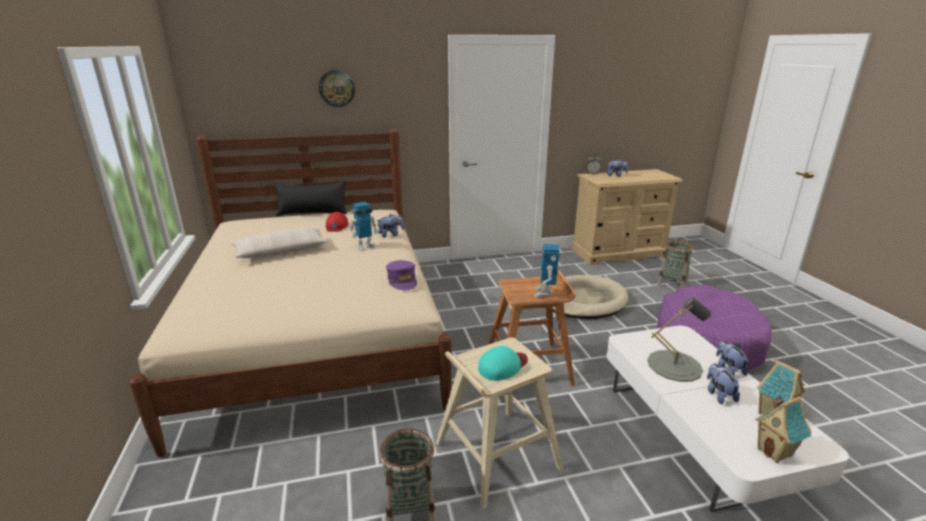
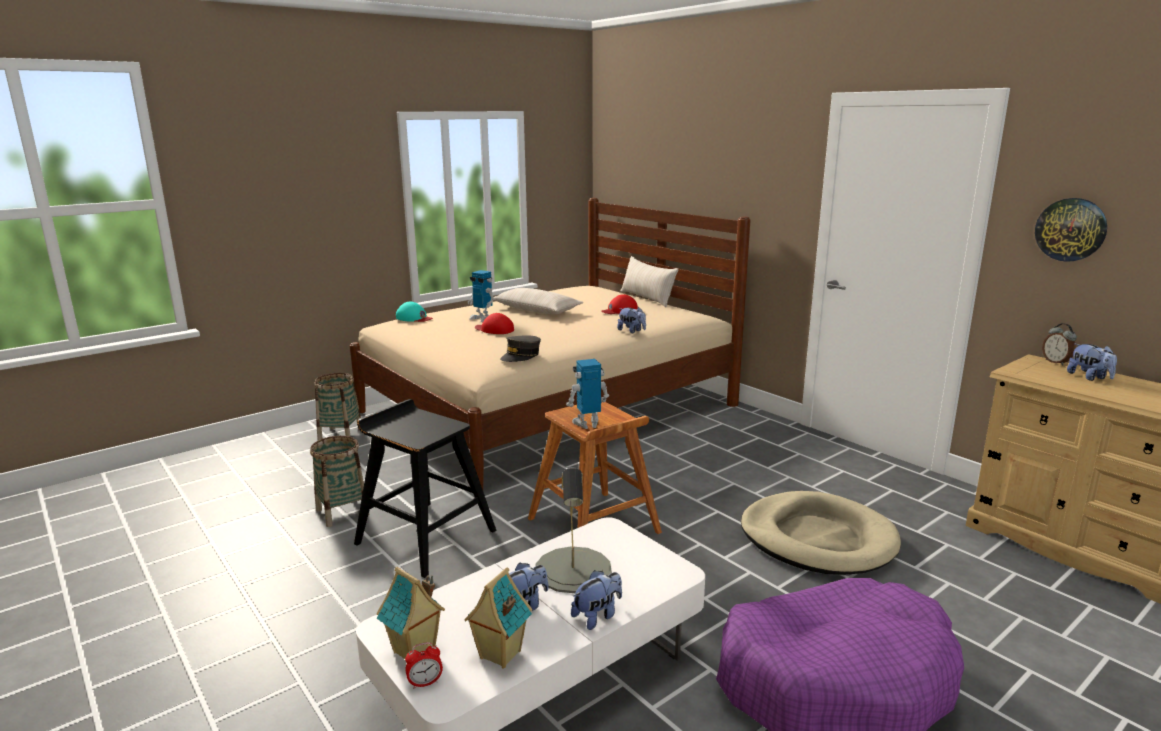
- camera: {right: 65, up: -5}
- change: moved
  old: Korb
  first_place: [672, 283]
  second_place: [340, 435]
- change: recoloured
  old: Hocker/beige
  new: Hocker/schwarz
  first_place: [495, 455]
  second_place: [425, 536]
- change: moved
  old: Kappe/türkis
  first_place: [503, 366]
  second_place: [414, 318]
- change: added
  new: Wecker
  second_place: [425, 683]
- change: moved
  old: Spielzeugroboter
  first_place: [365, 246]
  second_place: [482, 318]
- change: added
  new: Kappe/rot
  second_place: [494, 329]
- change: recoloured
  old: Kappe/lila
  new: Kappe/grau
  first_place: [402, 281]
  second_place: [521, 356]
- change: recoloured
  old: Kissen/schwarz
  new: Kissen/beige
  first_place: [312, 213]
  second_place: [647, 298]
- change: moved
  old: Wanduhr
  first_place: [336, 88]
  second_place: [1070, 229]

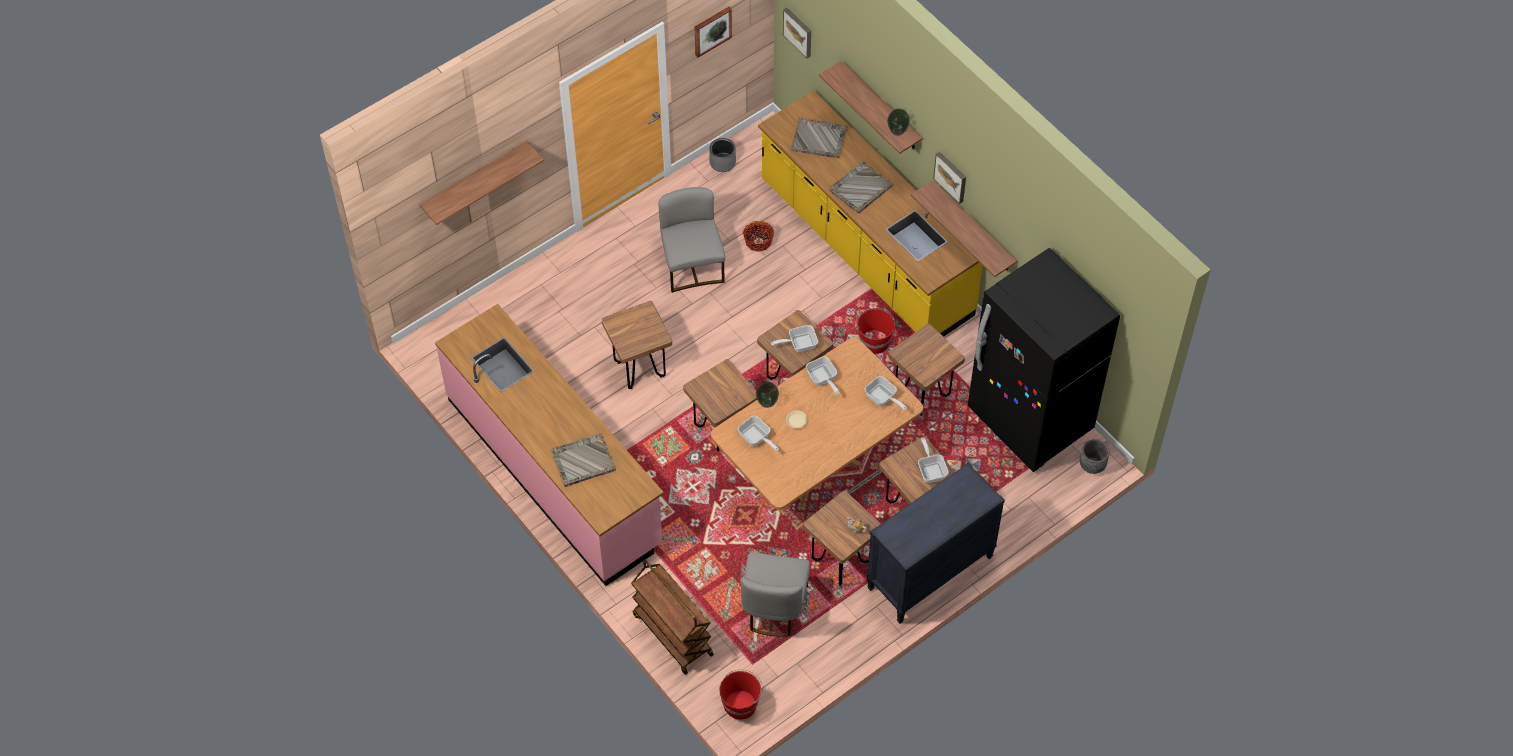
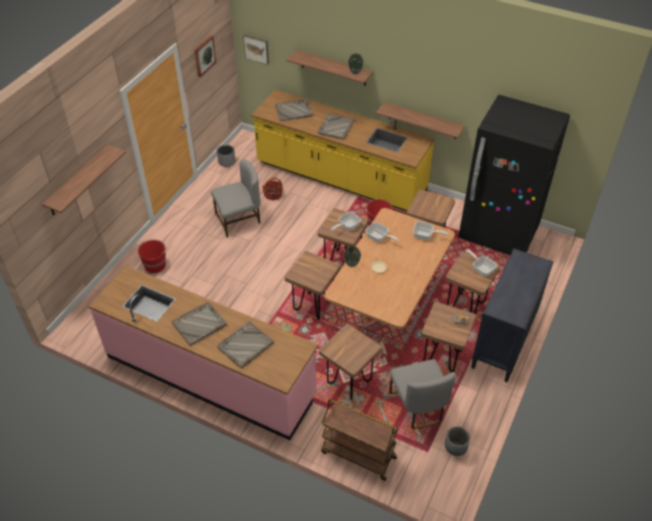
- camera: {right: -25, up: -10}
- change: moved
  old: Eimer/rot
  first_place: [740, 704]
  second_place: [155, 265]
- change: added
  new: Tablett/grau
  second_place: [199, 324]
- change: turned
  old: Stuhl/grau
  first_place: [692, 266]
  second_place: [238, 220]
  degrees: 105
- change: moved
  old: Hocker/braun
  first_place: [639, 369]
  second_place: [349, 382]
- change: moved
  old: Pflanzkübel/grau
  first_place: [1092, 465]
  second_place: [455, 448]
- change: removed
  old: Pfanne
  first_place: [756, 439]
- change: removed
  old: Bild
  first_place: [951, 176]

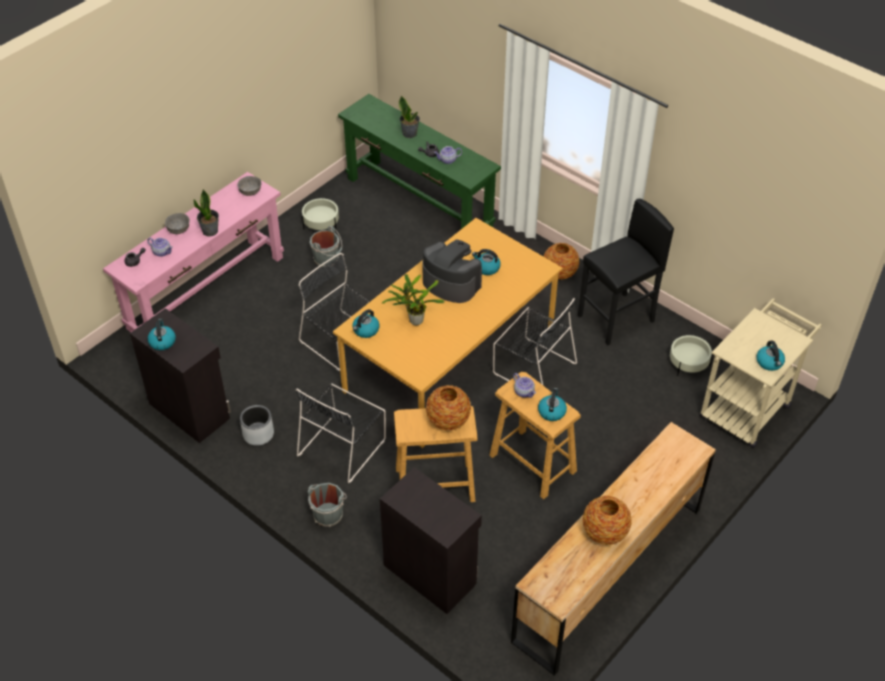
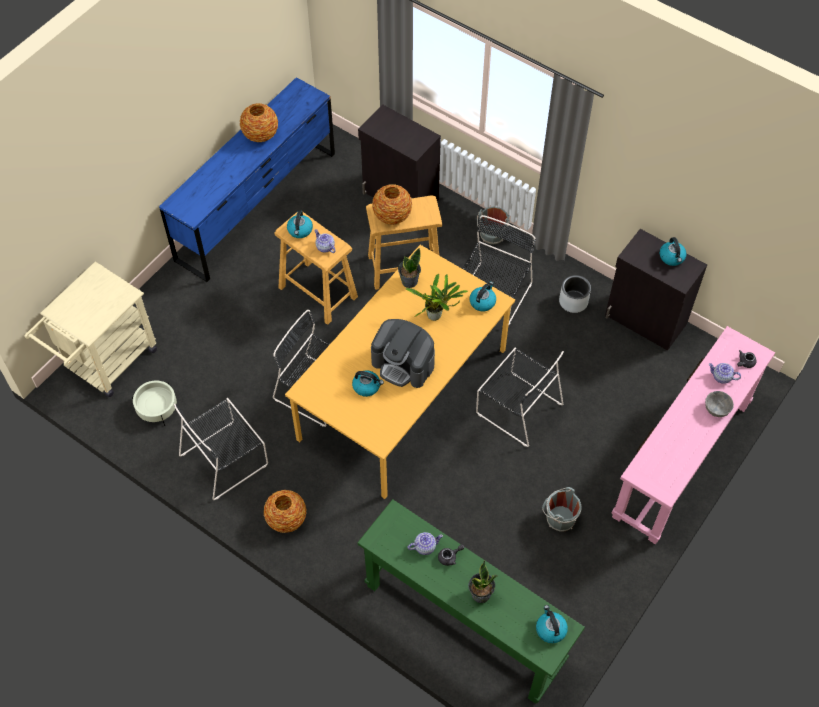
- camera: {right: 175, up: 10}
- change: recoloured
  old: Kommode/braun
  new: Kommode/blau
  first_place: [608, 573]
  second_place: [257, 206]
- change: replaced
  old: Hocker/schwarz
  new: Stuhl/schwarz
  first_place: [616, 319]
  second_place: [226, 458]
- change: moved
  old: Topfpflanze
  first_place: [210, 231]
  second_place: [409, 281]
- change: moved
  old: Wasserkessel
  first_place: [769, 362]
  second_place: [550, 629]
- change: removed
  old: Schüssel/grau
  first_place: [250, 192]
- change: removed
  old: Pflanzkübel/beige
  first_place: [321, 223]

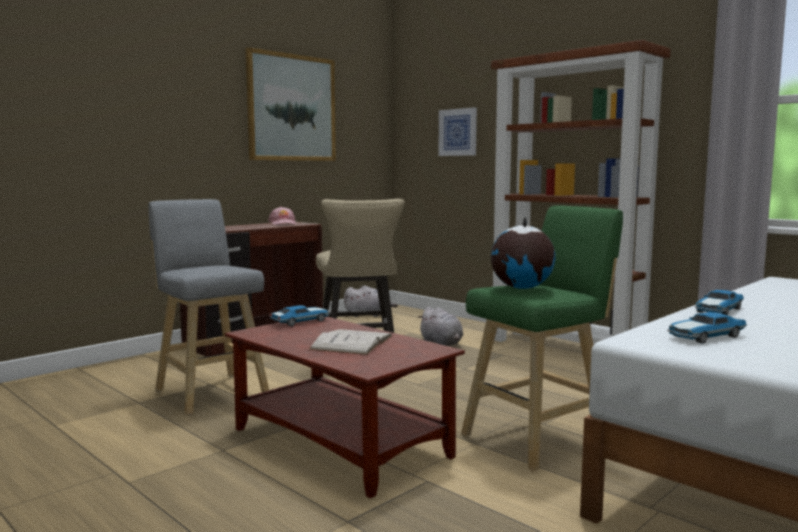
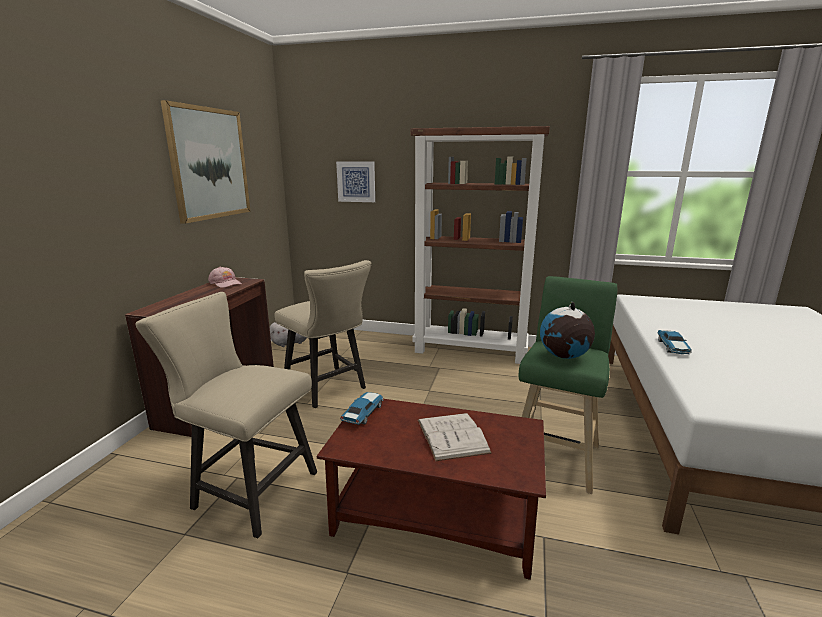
- camera: {right: -30, up: 10}
- change: replaced
  old: Hocker/grau
  new: Stuhl/beige
  first_place: [210, 392]
  second_place: [248, 489]
- change: removed
  old: Plüschtier/grau
  first_place: [442, 343]
- change: removed
  old: Spielzeugauto
  first_place: [705, 337]

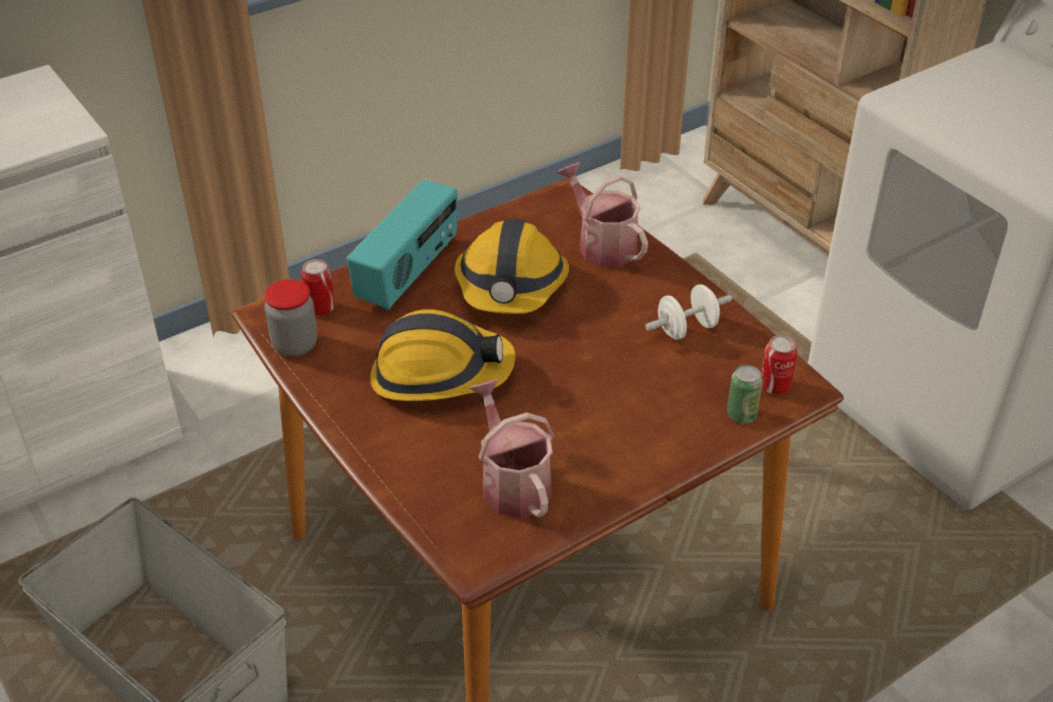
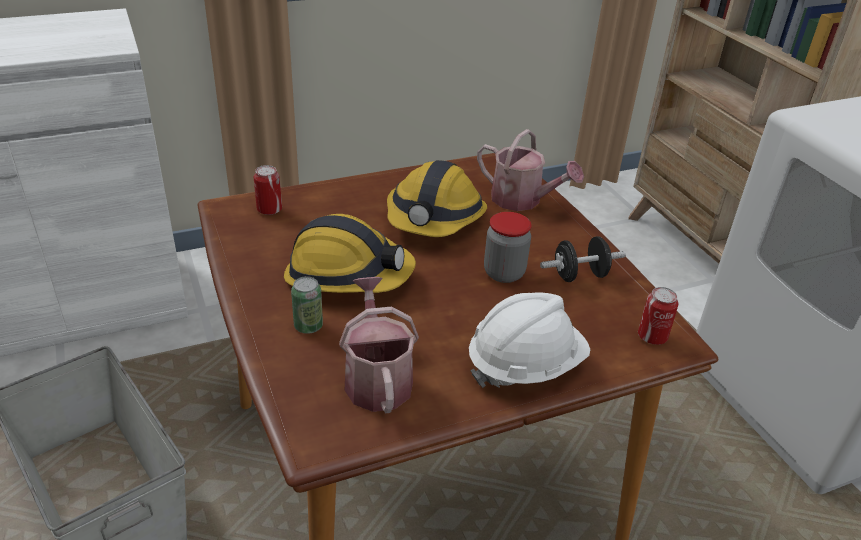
- camera: {right: 10, up: -5}
- change: moved
  old: Dose
  first_place: [741, 415]
  second_place: [308, 326]
- change: added
  new: Schutzhelm/weiß
  second_place: [525, 365]
- change: turned
  old: Gießkanne
  first_place: [602, 245]
  second_place: [522, 200]
  degrees: 150
- change: moved
  old: Vorratsglas
  first_place: [295, 345]
  second_place: [504, 273]
- change: recoloured
  old: Hantel/weiß
  new: Hantel/schwarz
  first_place: [686, 329]
  second_place: [579, 275]
- change: removed
  old: Radio
  first_place: [409, 274]

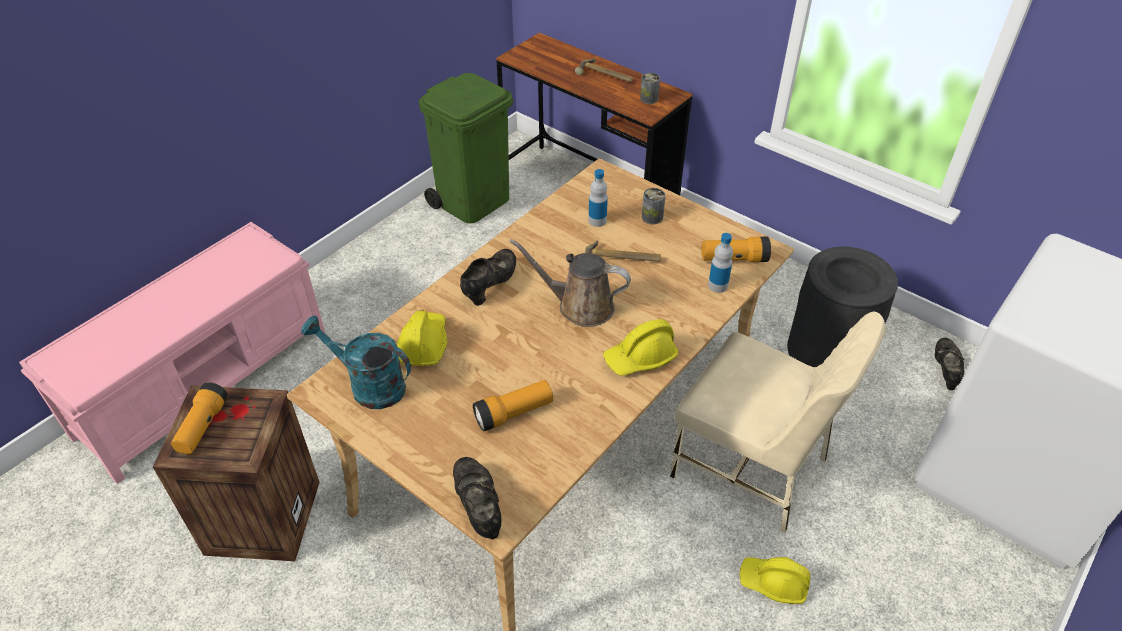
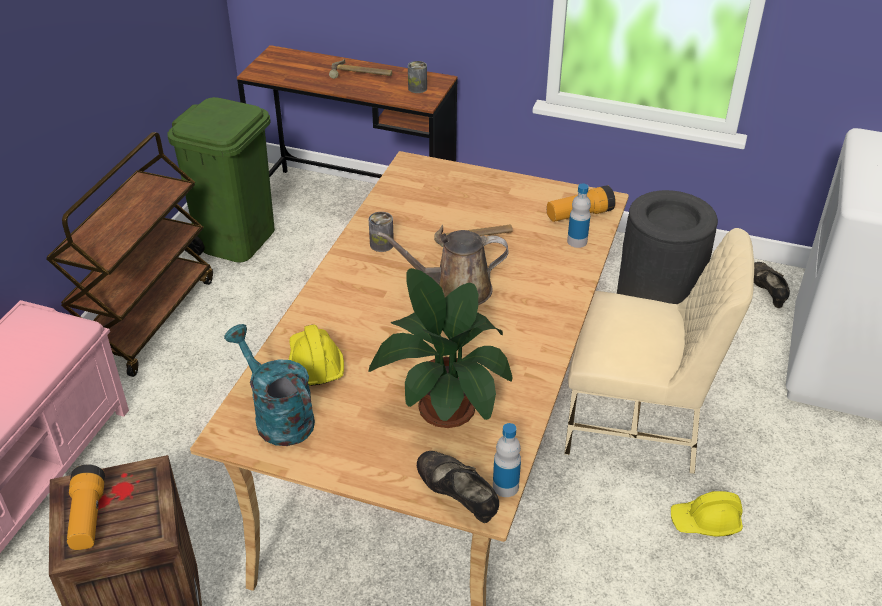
- camera: {right: -20, up: -5}
- change: added
  new: Rollwagen/braun
  second_place: [147, 318]
- change: turned
  old: Gießkanne/türkis
  first_place: [369, 385]
  second_place: [277, 416]
  degrees: 45
- change: replaced
  old: Taschenlampe
  new: Topfpflanze
  first_place: [514, 413]
  second_place: [444, 403]
- change: moved
  old: Dose
  first_place: [652, 217]
  second_place: [381, 244]
- change: moved
  old: Flasche
  first_place: [597, 221]
  second_place: [505, 486]
- change: removed
  old: Schuh/schwarz
  first_place: [490, 285]
- change: removed
  old: Schutzhelm/gelb
  first_place: [640, 358]

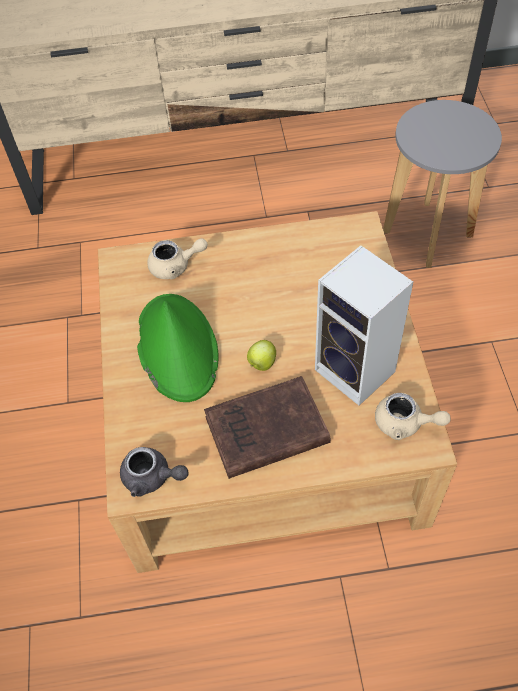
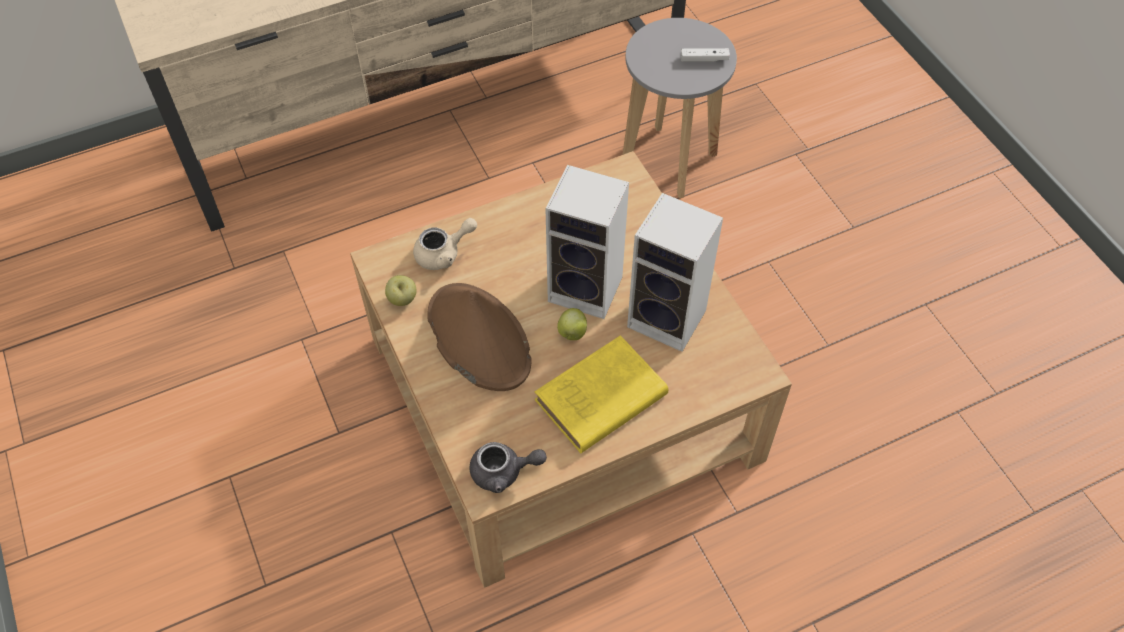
- camera: {right: -20, up: 0}
- change: added
  new: Apfel
  second_place: [402, 299]
- change: recoloured
  old: Hut/grün
  new: Hut/braun
  first_place: [176, 347]
  second_place: [478, 338]
- change: recoloured
  old: Buch/braun
  new: Buch/gelb
  first_place: [263, 432]
  second_place: [598, 400]
- change: added
  new: Lautsprecher
  second_place: [588, 289]
- change: added
  new: Gamepad/weiß
  second_place: [704, 59]
- change: removed
  old: Teekanne/beige
  first_place: [405, 424]

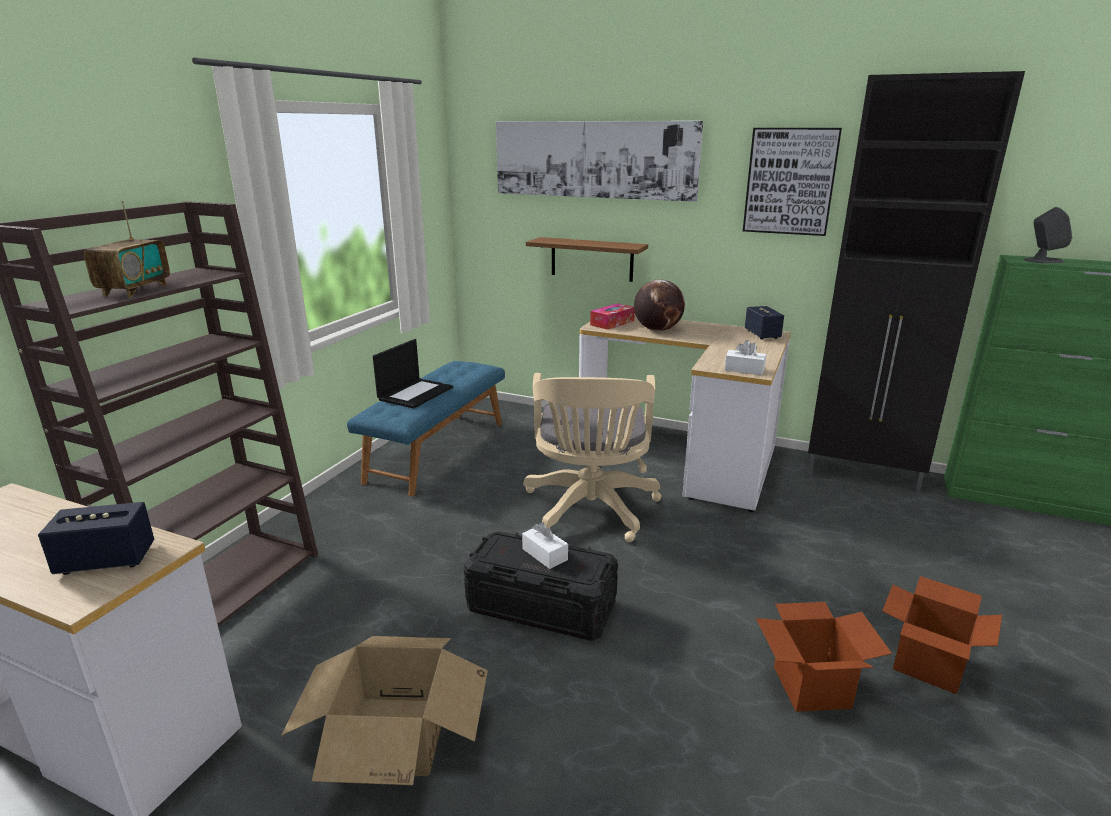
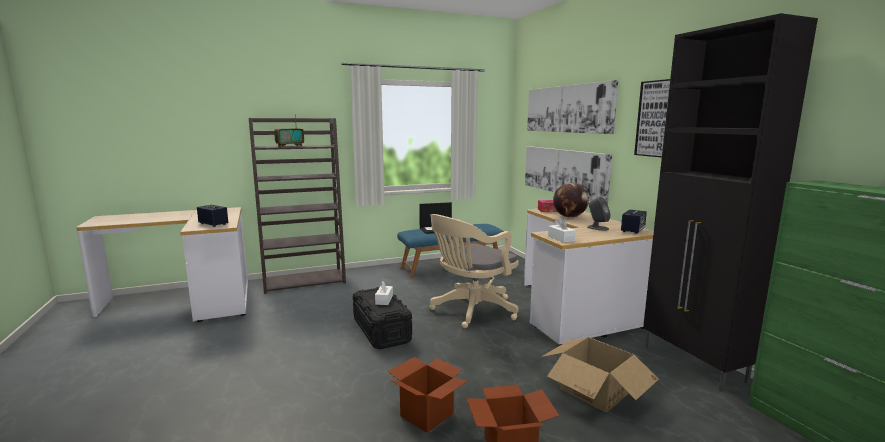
- camera: {right: 45, up: -10}
- change: replaced
  old: Wandregal/braun
  new: Bild
  first_place: [591, 259]
  second_place: [563, 171]
- change: moved
  old: Karton
  first_place: [395, 735]
  second_place: [595, 390]
- change: moved
  old: Lautsprecher/grau
  first_place: [1043, 261]
  second_place: [597, 228]

